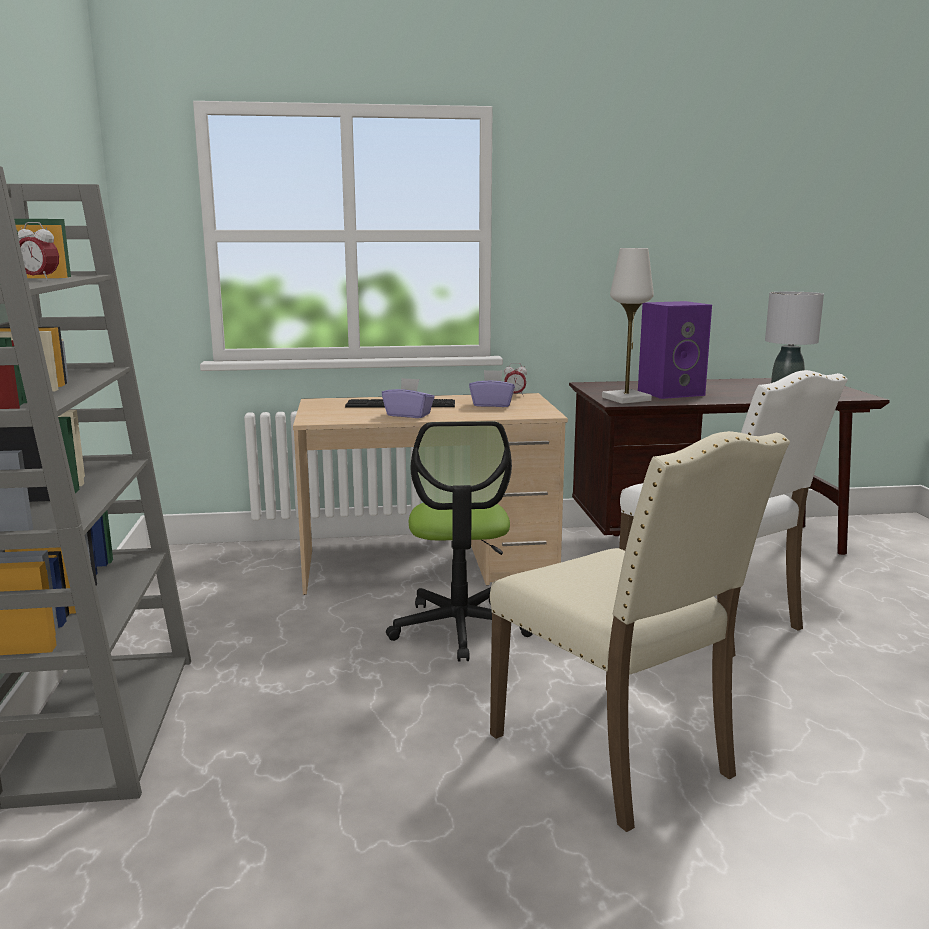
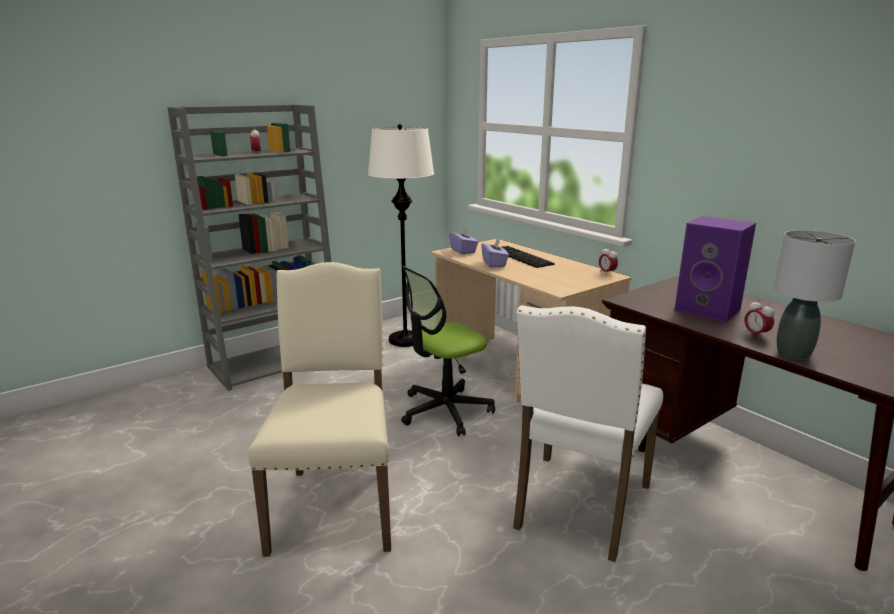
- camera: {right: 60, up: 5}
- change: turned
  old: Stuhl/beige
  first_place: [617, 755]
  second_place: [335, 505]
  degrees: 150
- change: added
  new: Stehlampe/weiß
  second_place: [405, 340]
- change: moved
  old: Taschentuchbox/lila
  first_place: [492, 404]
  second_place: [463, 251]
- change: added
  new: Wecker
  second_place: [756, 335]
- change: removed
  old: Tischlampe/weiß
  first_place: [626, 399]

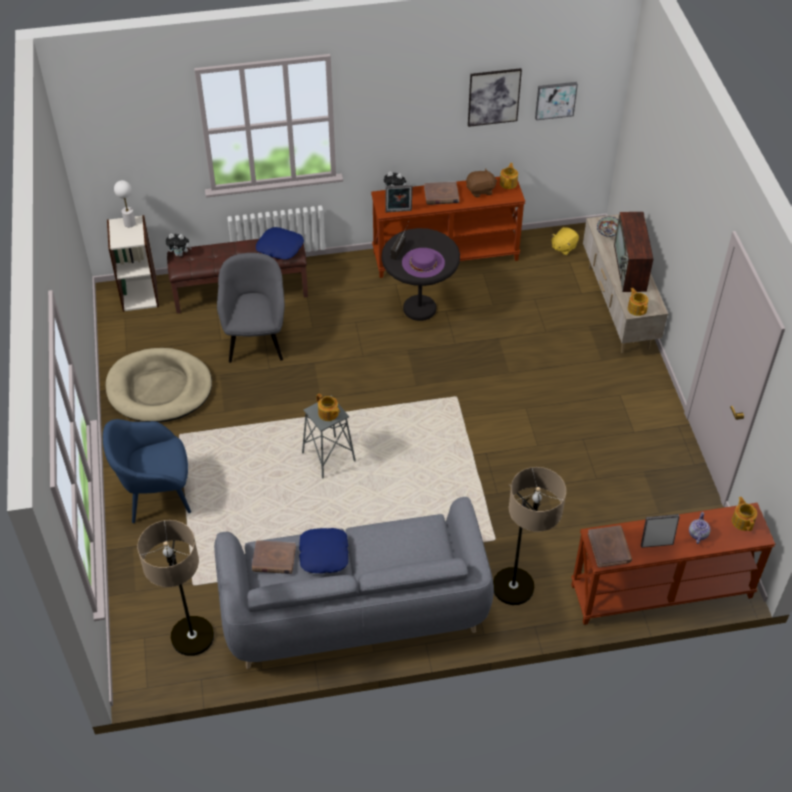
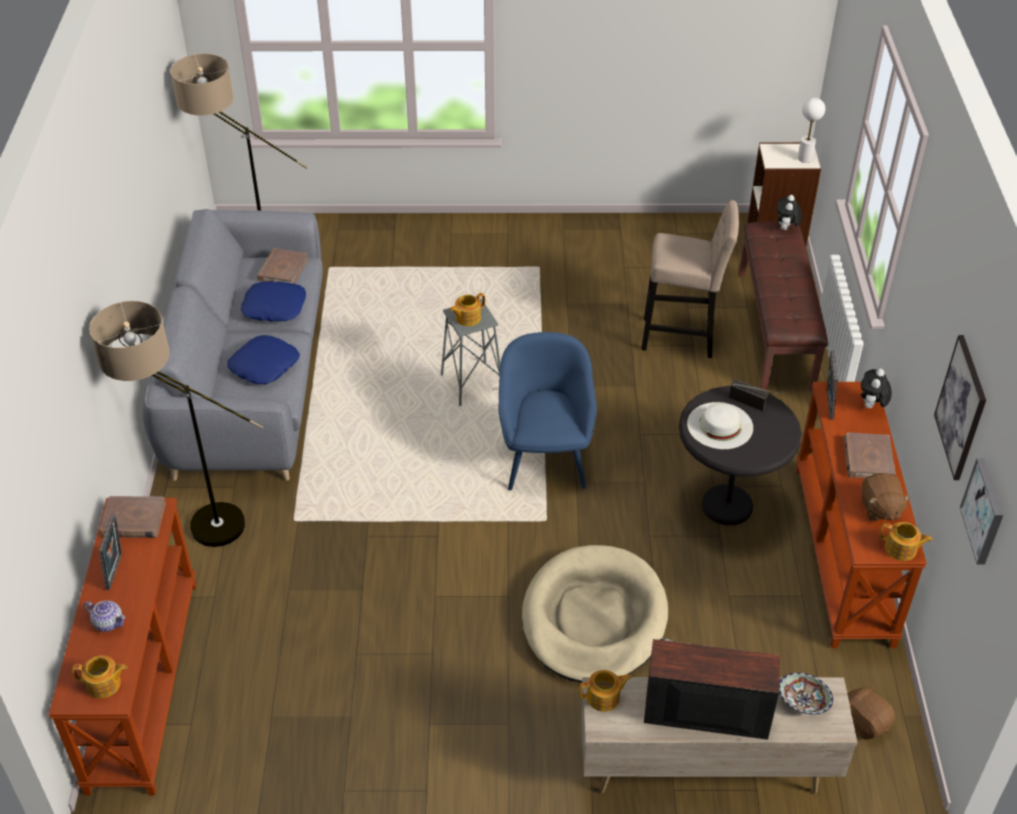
- camera: {right: 100, up: -5}
- change: moved
  old: Kissen/blau
  first_place: [280, 247]
  second_place: [264, 365]
- change: moved
  old: Sessel/blau
  first_place: [156, 495]
  second_place: [545, 459]
- change: moved
  old: Hundebett/beige
  first_place: [159, 389]
  second_place: [594, 619]
- change: replaced
  old: Sessel/grau
  new: Hocker/beige
  first_place: [256, 340]
  second_place: [683, 337]
- change: recoloured
  old: Hut/lila
  new: Hut/weiß
  first_place: [423, 262]
  second_place: [720, 425]
- change: recoloured
  old: Plüschtier/gelb
  new: Plüschtier/braun
  first_place: [563, 247]
  second_place: [864, 722]

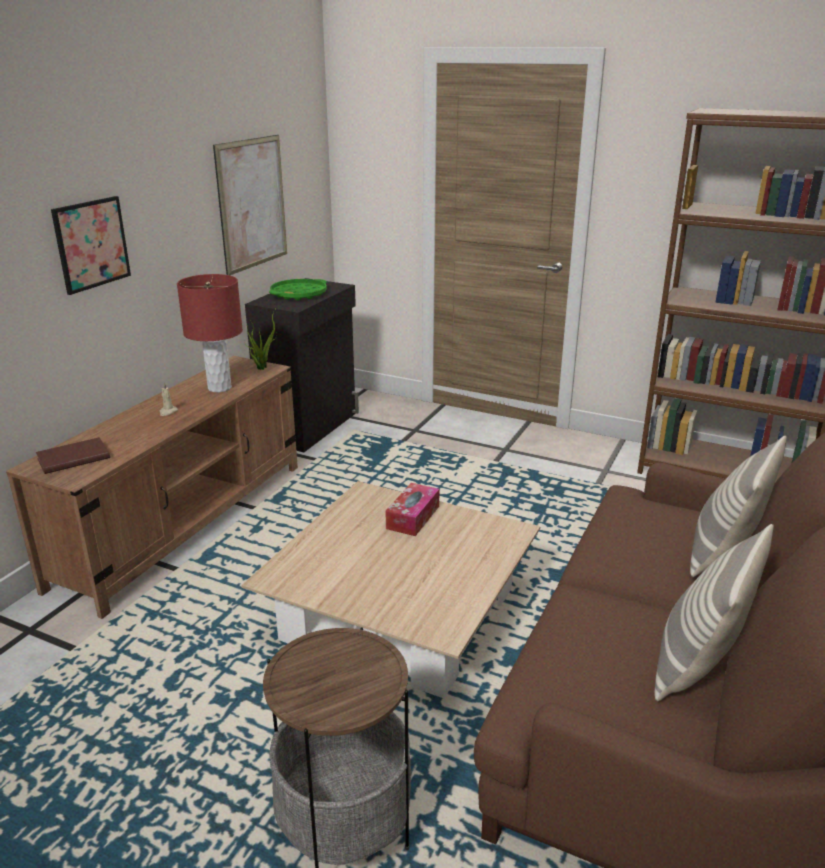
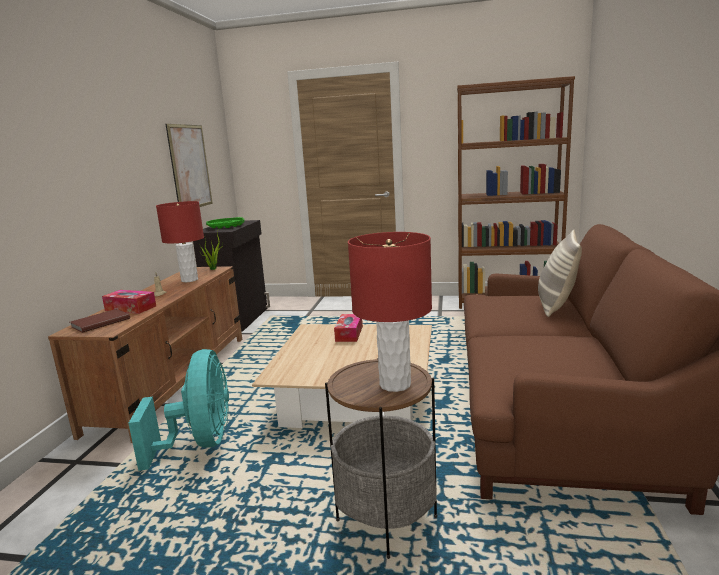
- camera: {right: -15, up: -10}
- change: added
  new: Taschentuchbox
  second_place: [130, 308]
- change: added
  new: Ventilator/türkis
  second_place: [200, 443]
- change: added
  new: Tischlampe/rot
  second_place: [395, 384]
- change: removed
  old: Bild
  first_place: [91, 244]
- change: removed
  old: Kissen
  first_place: [697, 665]

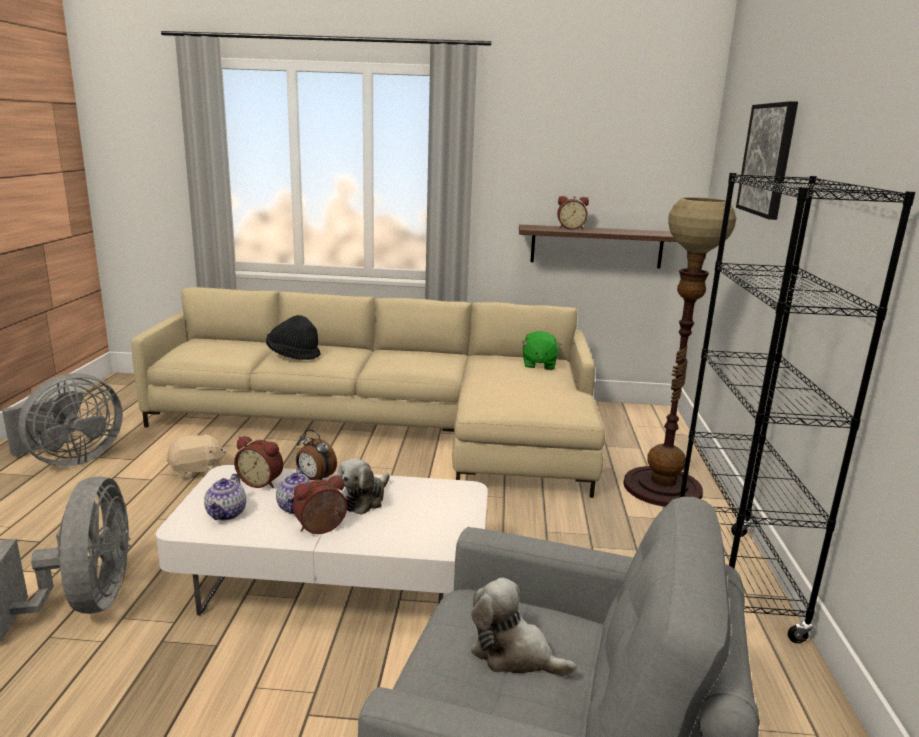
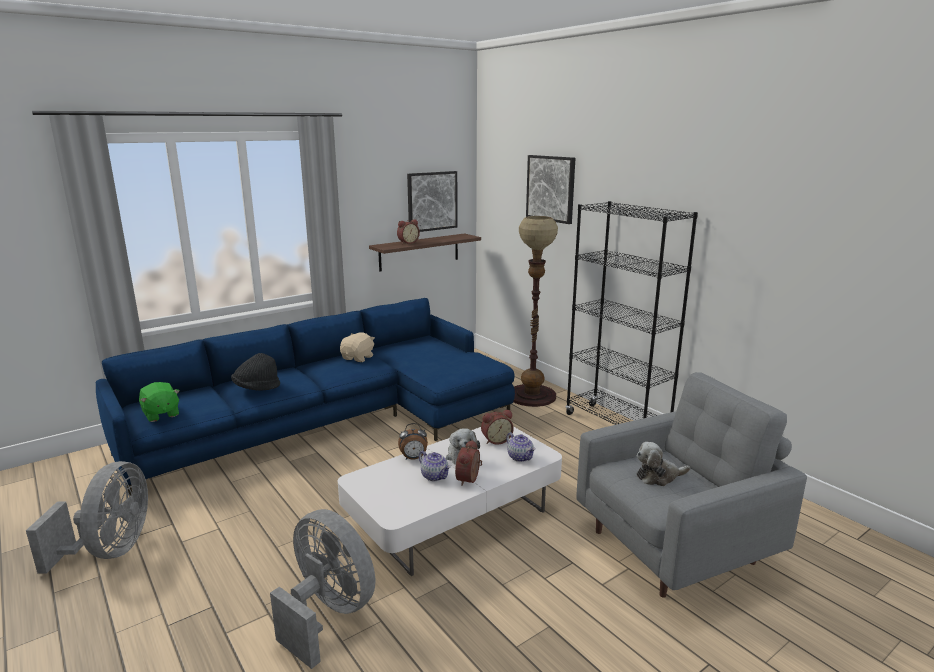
- camera: {right: -40, up: 0}
- change: recoloured
  old: Sofa/beige
  new: Sofa/blau
  first_place: [391, 427]
  second_place: [334, 421]
- change: moved
  old: Plüschtier/grün
  first_place: [538, 365]
  second_place: [161, 414]
- change: moved
  old: Plüschtier/beige
  first_place: [196, 471]
  second_place: [358, 358]
- change: added
  new: Bild
  second_place: [432, 201]
- change: moved
  old: Wecker
  first_place: [261, 482]
  second_place: [496, 440]
- change: moved
  old: Teekanne
  first_place: [226, 514]
  second_place: [520, 457]

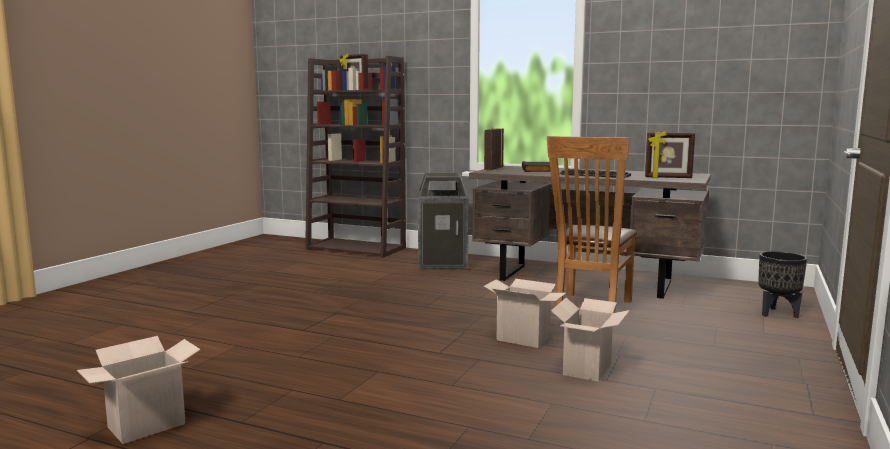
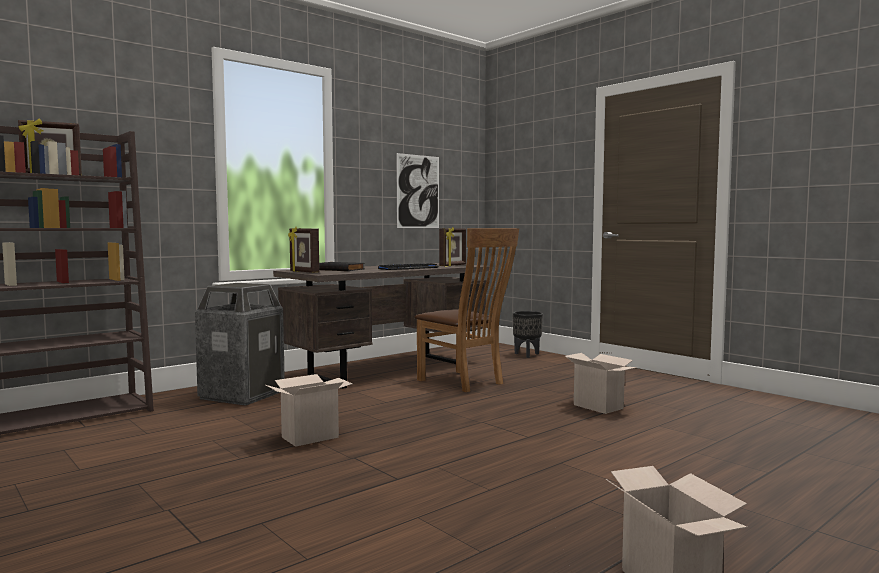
- camera: {right: -65, up: -5}
- change: moved
  old: Karton
  first_place: [525, 339]
  second_place: [311, 436]
- change: added
  new: Bild
  second_place: [418, 191]

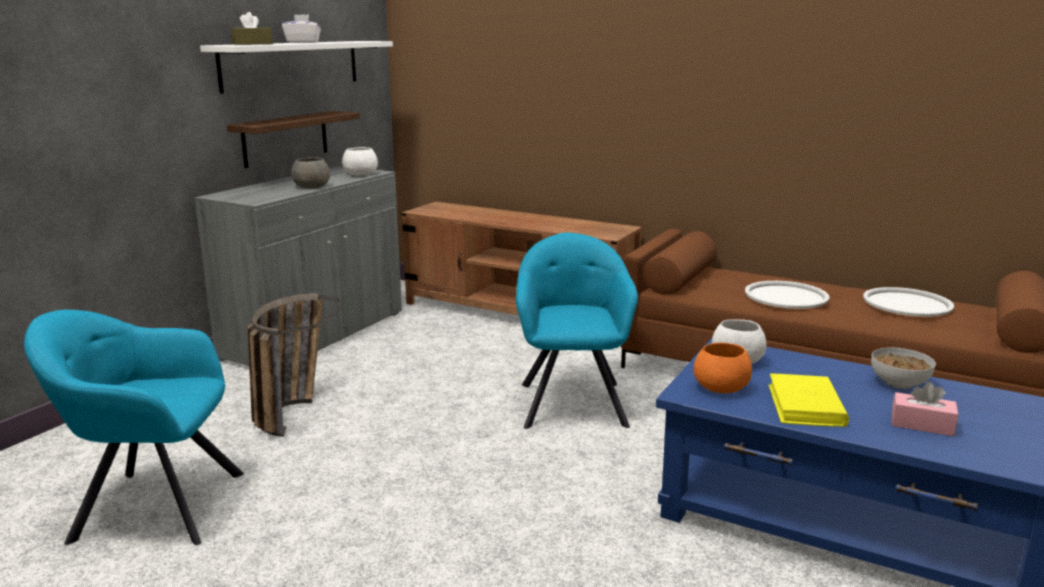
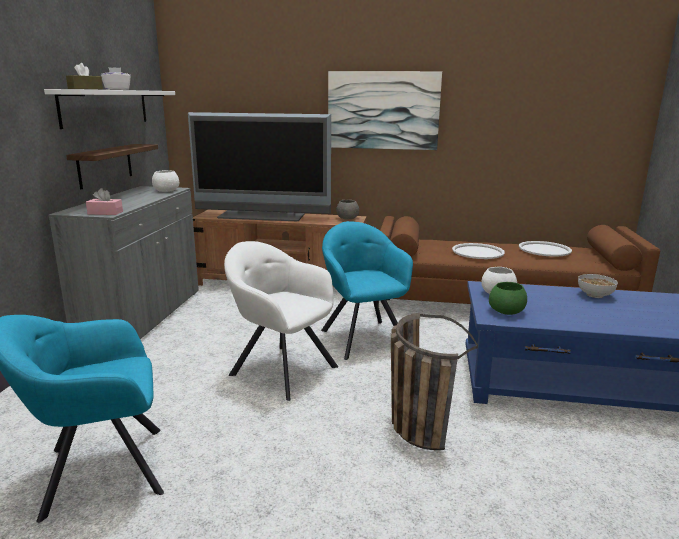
- camera: {right: -20, up: 0}
- change: moved
  old: Taschentuchbox/rosa
  first_place: [922, 424]
  second_place: [105, 213]
- change: added
  new: Fernseher
  second_place: [262, 216]
- change: added
  new: Sessel/weiß
  second_place: [280, 369]
- change: added
  new: Bild
  second_place: [383, 110]
- change: moved
  old: Schüssel/grau
  first_place: [311, 187]
  second_place: [347, 218]
- change: moved
  old: Korb
  first_place: [292, 411]
  second_place: [414, 421]
- change: recoloured
  old: Schüssel/orange
  new: Schüssel/grün
  first_place: [722, 387]
  second_place: [507, 311]
- change: removed
  old: Buch/gelb
  first_place: [805, 405]

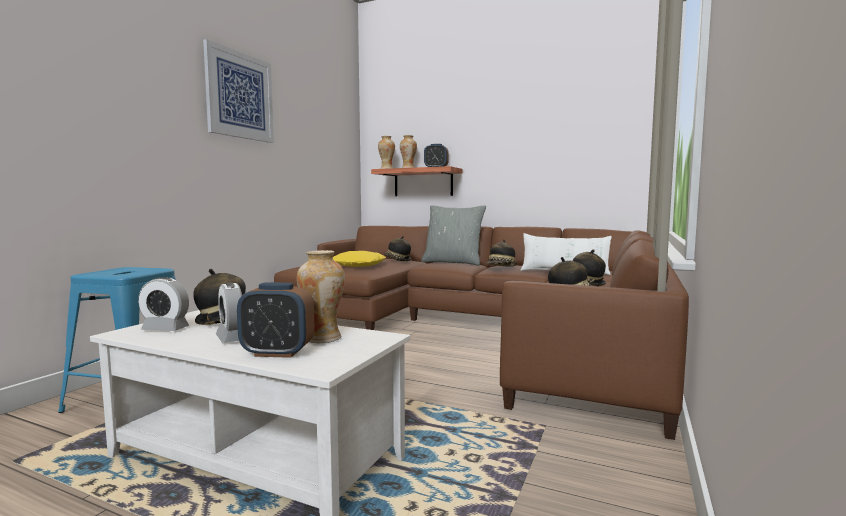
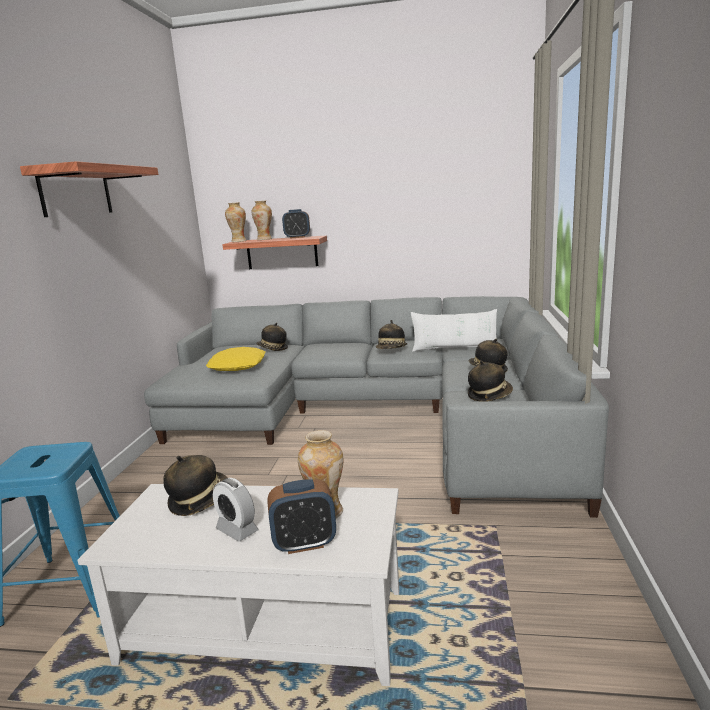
- camera: {right: -15, up: 10}
- change: replaced
  old: Bild
  new: Wandregal
  first_place: [240, 96]
  second_place: [76, 192]
- change: recoloured
  old: Sofa/braun
  new: Sofa/grau
  first_place: [481, 329]
  second_place: [378, 415]
- change: removed
  old: Wecker
  first_place: [165, 329]
- change: removed
  old: Kissen/grau
  first_place: [453, 262]

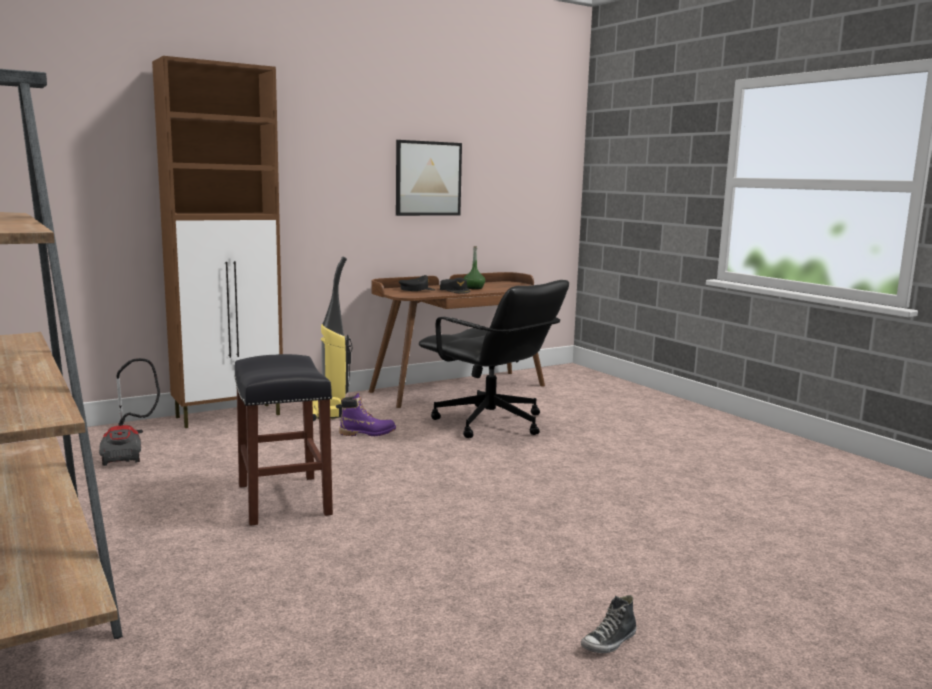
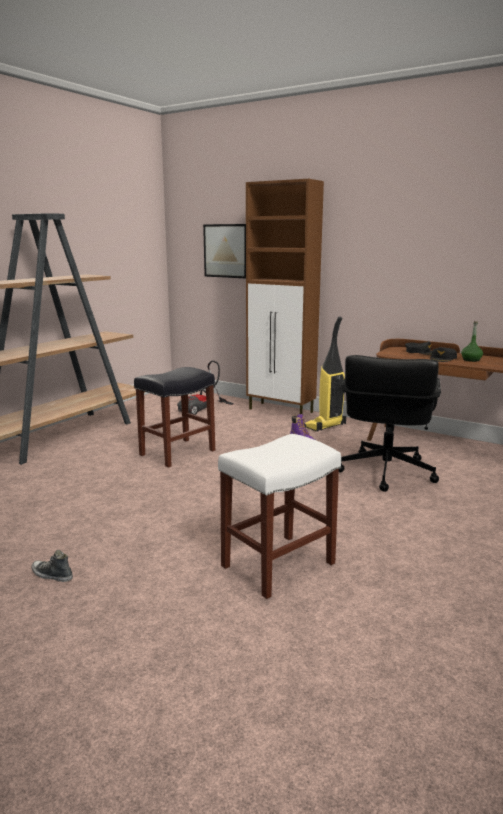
- camera: {right: 65, up: 5}
- change: moved
  old: Bild
  first_place: [428, 178]
  second_place: [226, 251]
- change: added
  new: Hocker/weiß
  second_place: [277, 565]

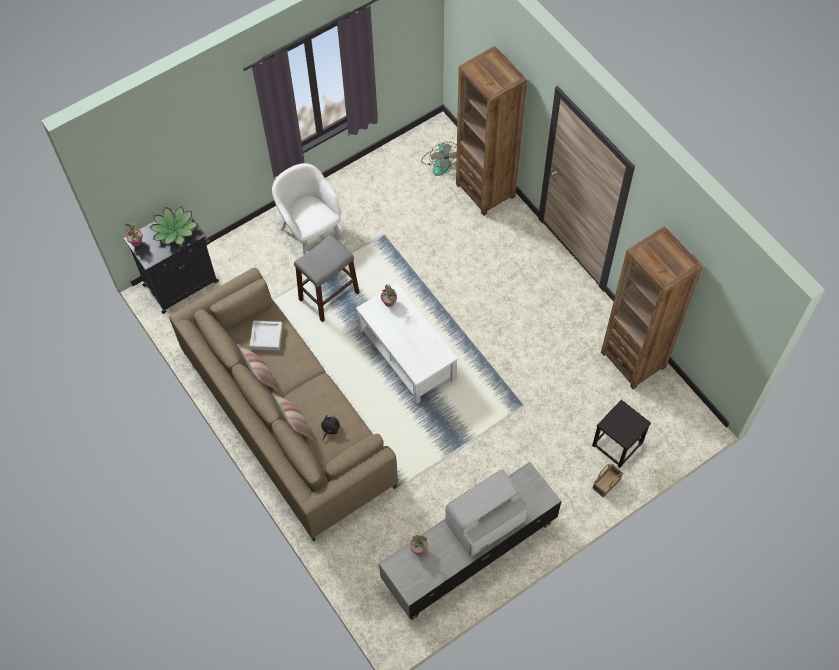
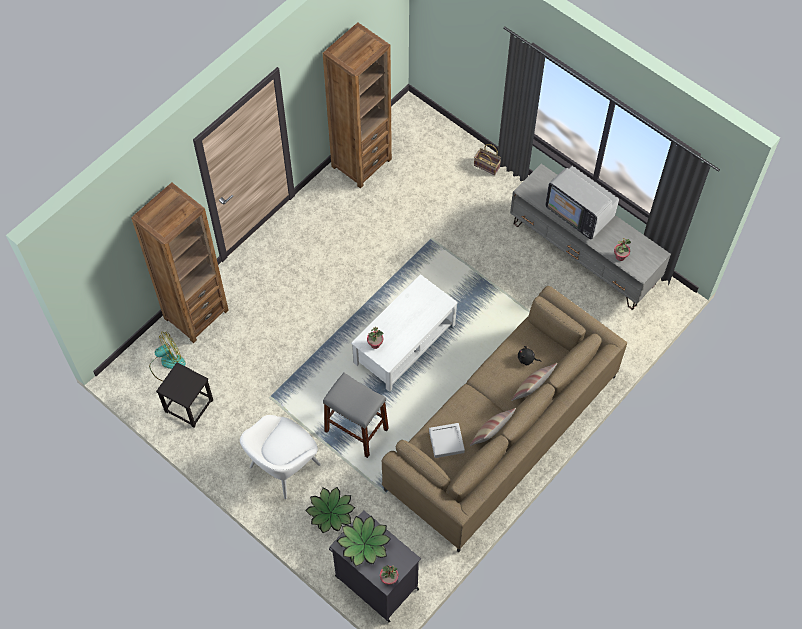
- camera: {right: -105, up: 0}
- change: moved
  old: Hocker/schwarz
  first_place: [617, 444]
  second_place: [188, 406]
- change: added
  new: Topfpflanze
  second_place: [330, 512]

